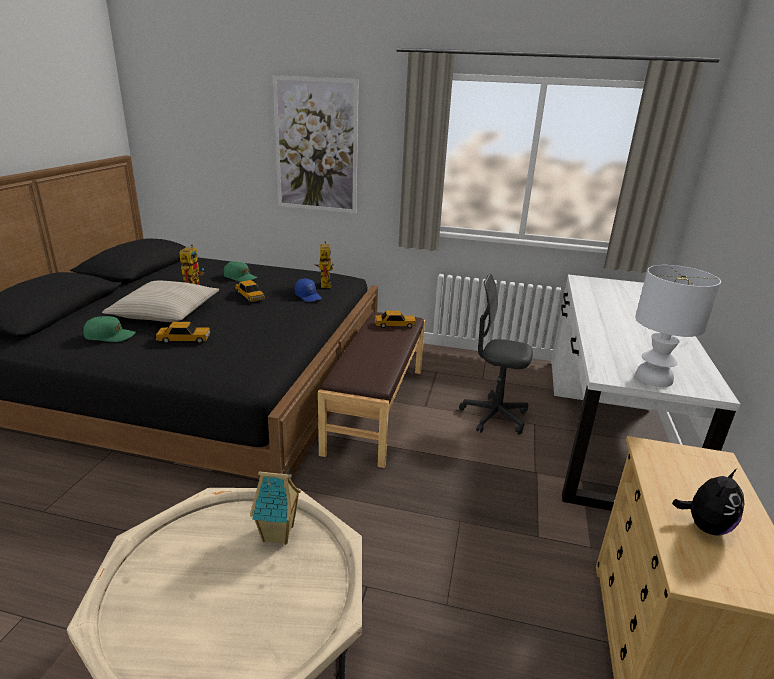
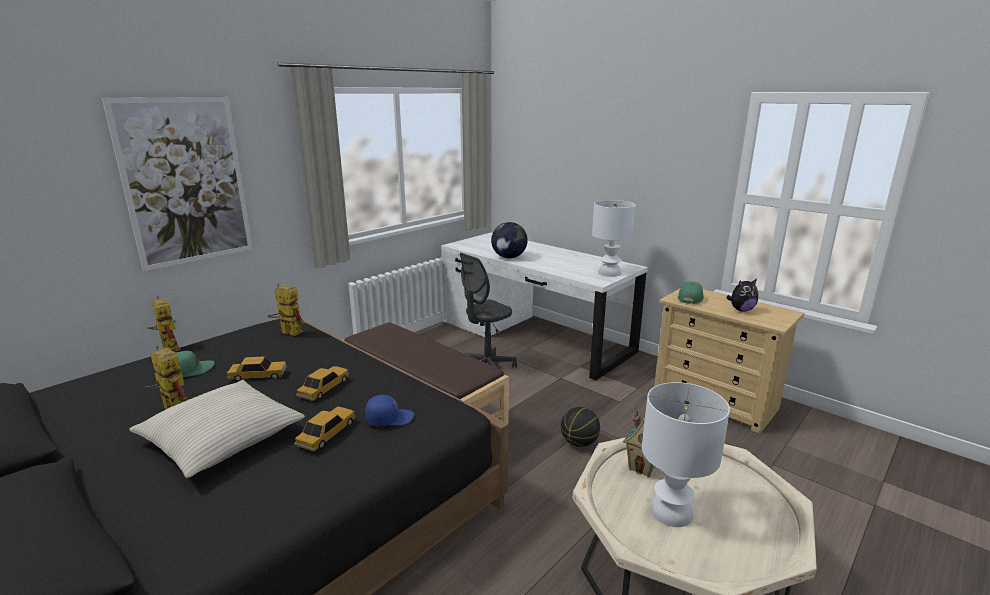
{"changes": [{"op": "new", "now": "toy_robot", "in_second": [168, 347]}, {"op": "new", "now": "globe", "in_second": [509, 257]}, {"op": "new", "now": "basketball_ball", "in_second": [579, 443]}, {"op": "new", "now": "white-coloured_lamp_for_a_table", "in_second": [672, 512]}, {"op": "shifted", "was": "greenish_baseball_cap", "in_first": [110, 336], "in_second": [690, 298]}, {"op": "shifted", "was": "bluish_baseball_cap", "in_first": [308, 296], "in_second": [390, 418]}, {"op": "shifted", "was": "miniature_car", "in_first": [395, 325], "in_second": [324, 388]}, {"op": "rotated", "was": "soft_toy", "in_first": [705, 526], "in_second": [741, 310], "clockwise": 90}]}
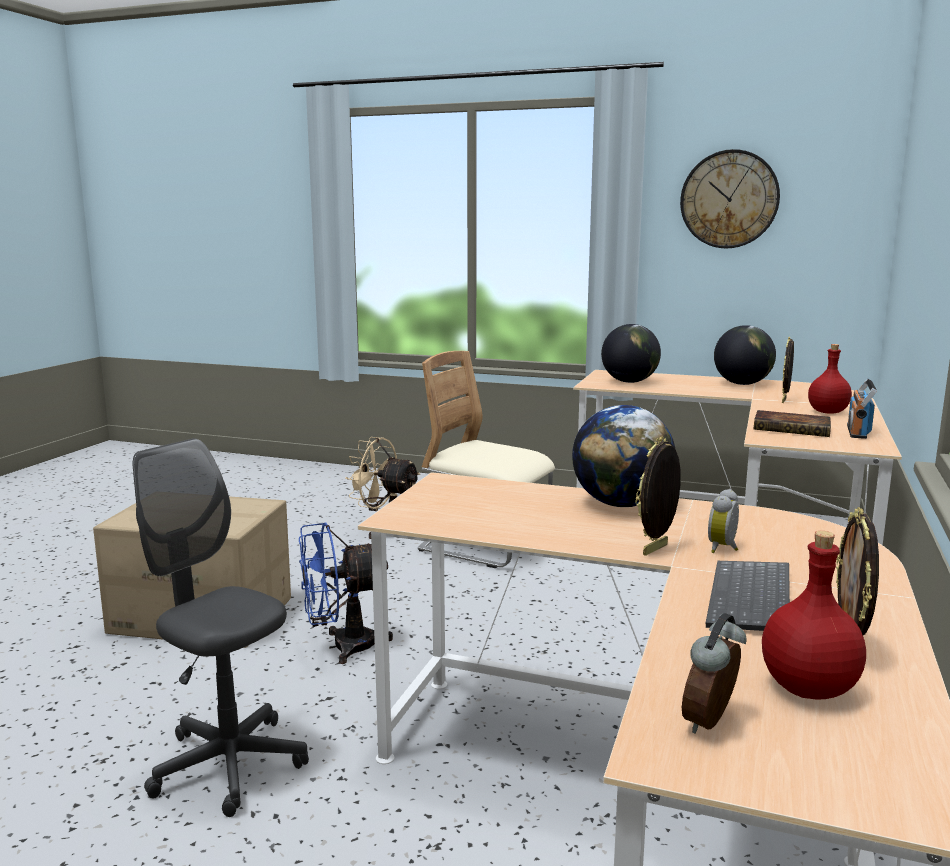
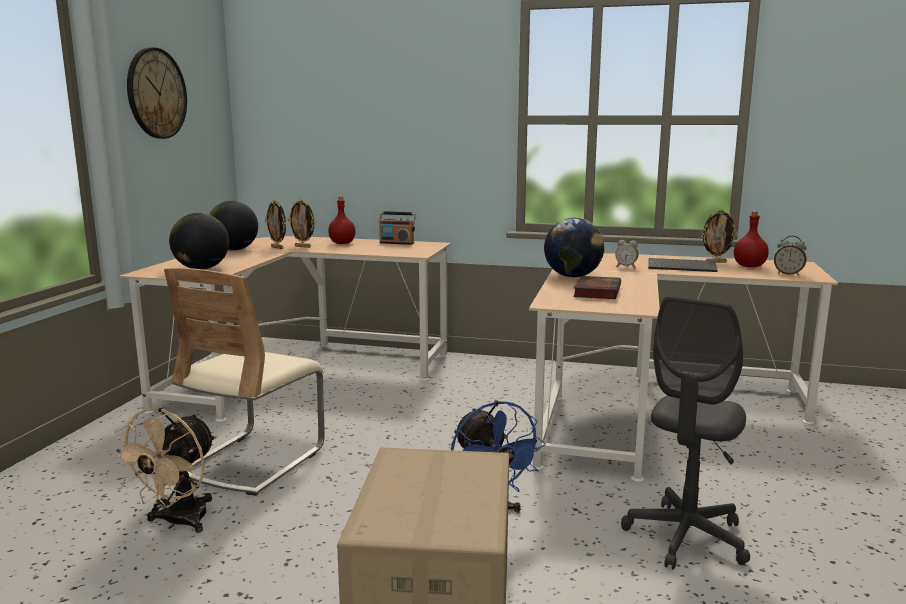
{"changes": [{"op": "shifted", "was": "photo_frame", "in_first": [656, 550], "in_second": [277, 248]}, {"op": "shifted", "was": "book", "in_first": [793, 429], "in_second": [596, 291]}]}
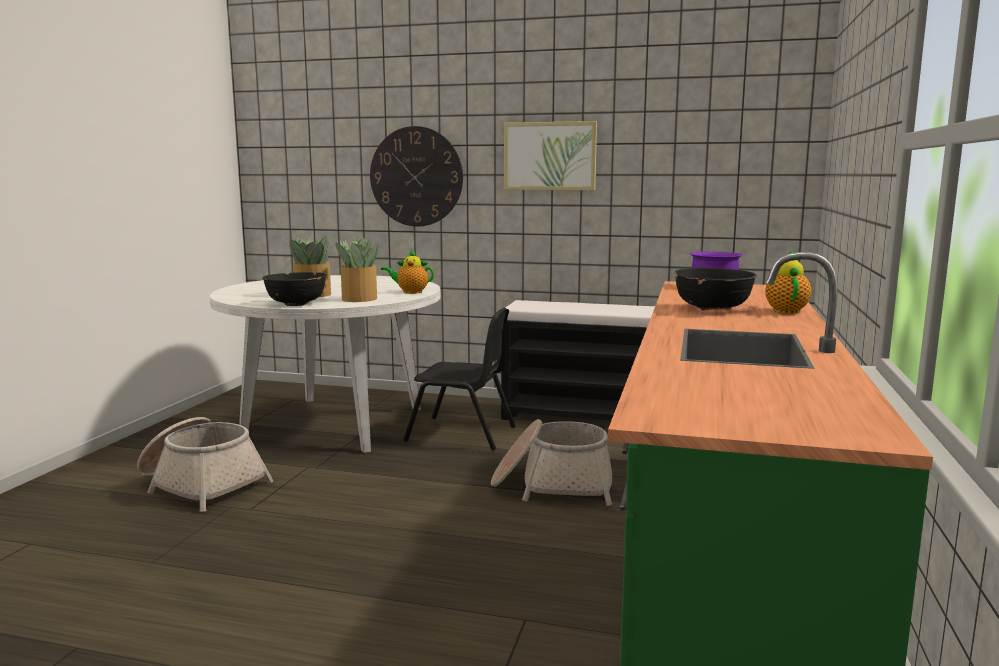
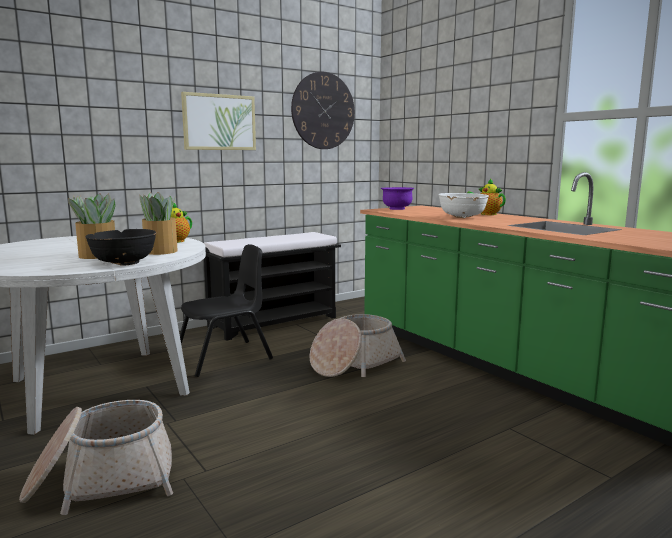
{"changes": [{"op": "shifted", "was": "clock_on_the_wall", "in_first": [416, 176], "in_second": [323, 111]}, {"op": "repainted", "was": "blackish_bowl", "now": "white-coloured_bowl", "in_first": [713, 309], "in_second": [462, 217]}]}
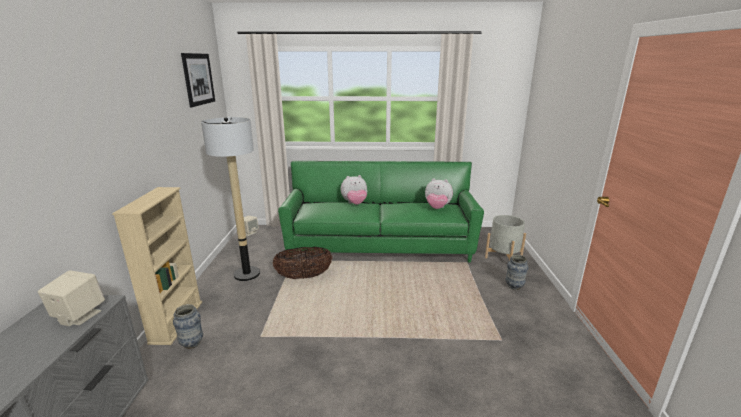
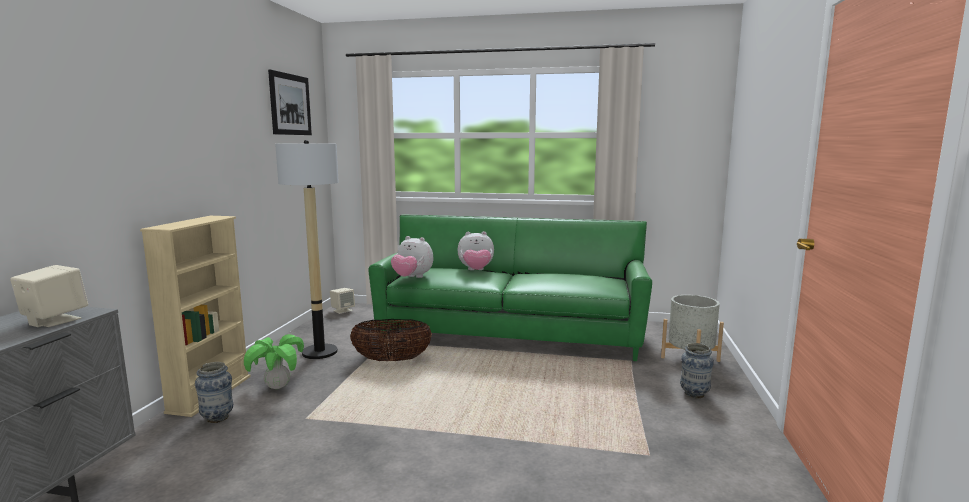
{"changes": [{"op": "new", "now": "potted_plant", "in_second": [277, 387]}, {"op": "shifted", "was": "soft_toy", "in_first": [437, 208], "in_second": [412, 278]}]}
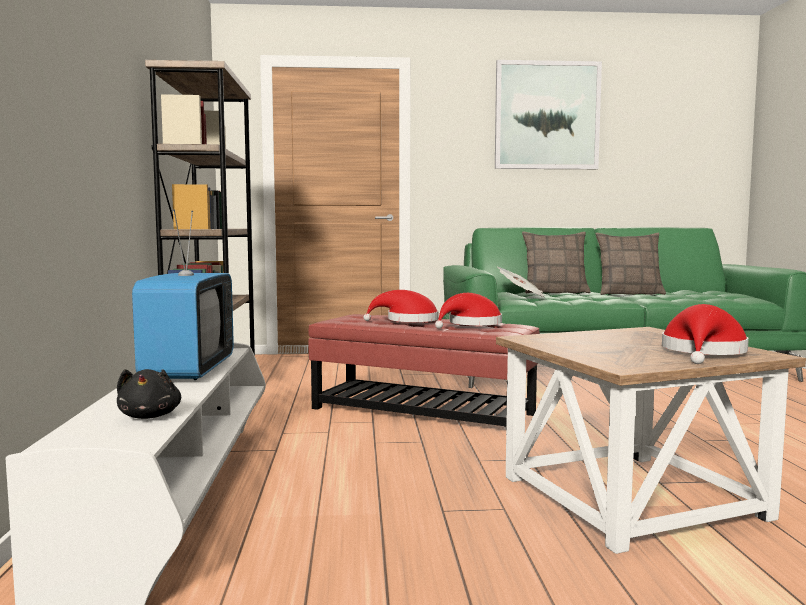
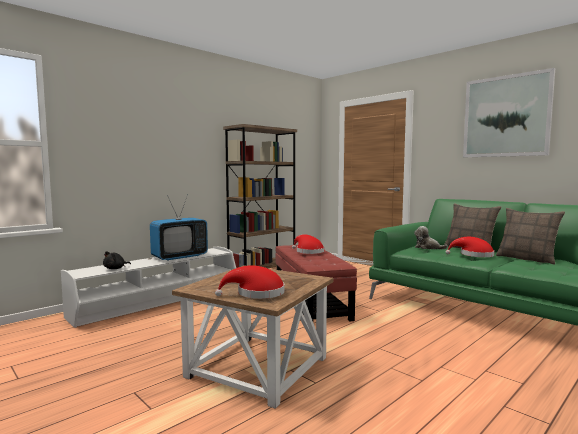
{"changes": [{"op": "shifted", "was": "red-coloured_wearable_hat", "in_first": [471, 324], "in_second": [473, 255]}, {"op": "swapped", "was": "newspaper", "now": "soft_toy", "in_first": [522, 295], "in_second": [427, 247]}]}
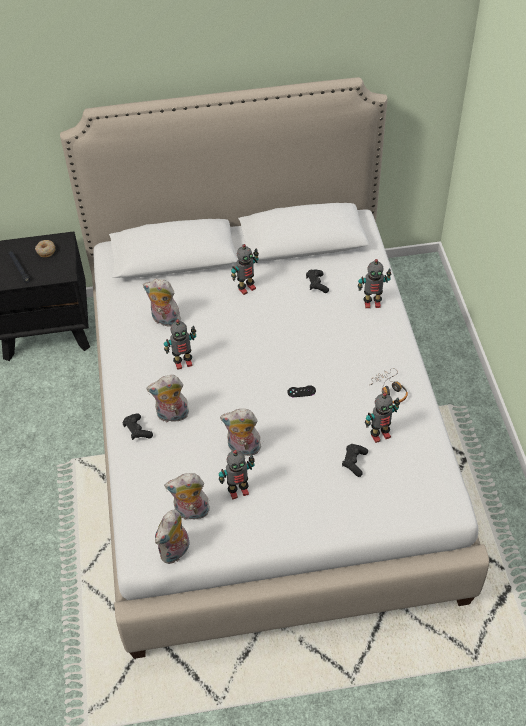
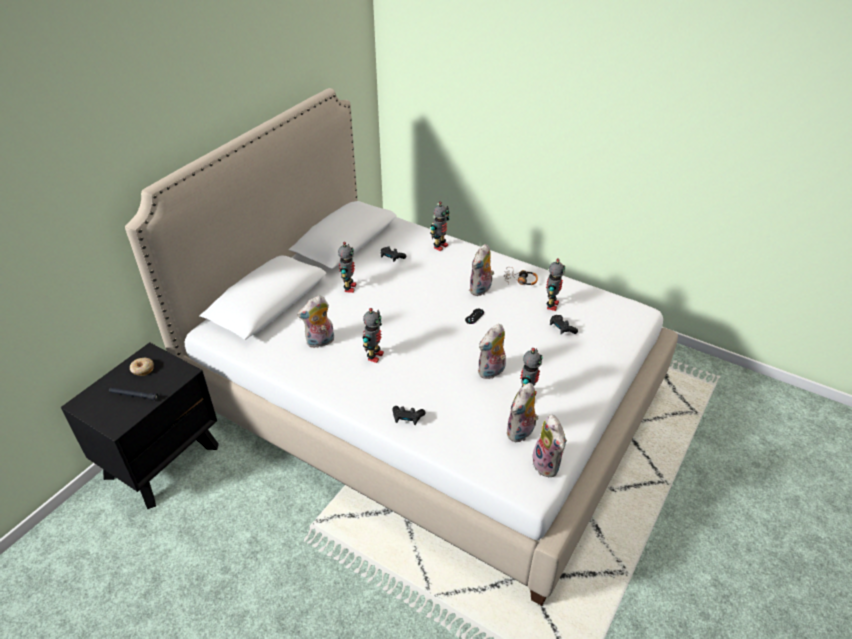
{"changes": [{"op": "shifted", "was": "soft_toy", "in_first": [172, 416], "in_second": [481, 290]}]}
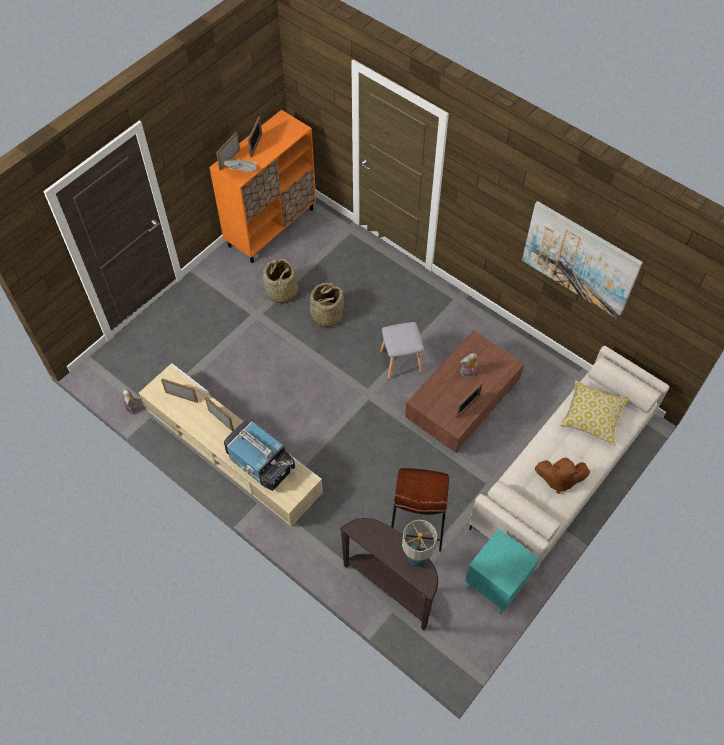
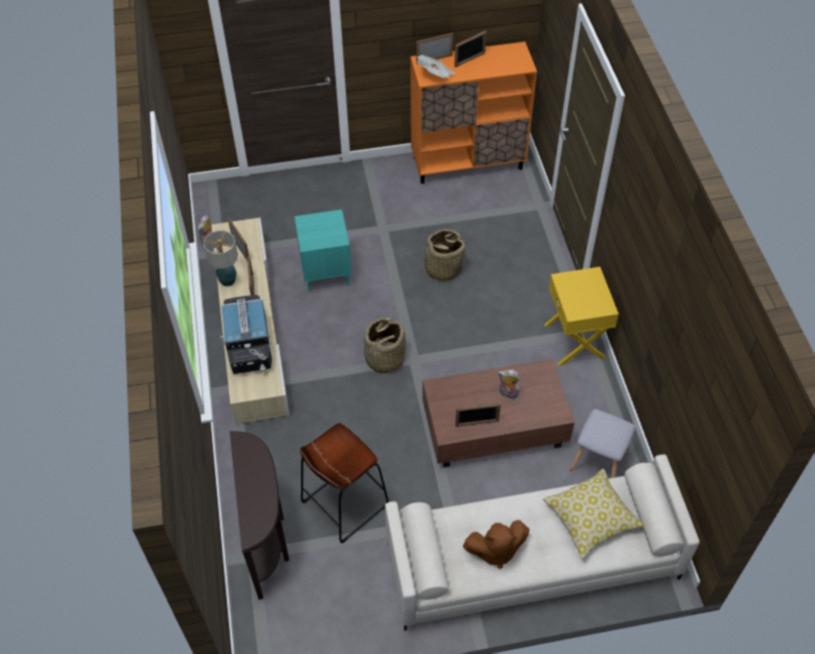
{"changes": [{"op": "gone", "was": "picture", "in_first": [579, 259]}, {"op": "new", "now": "yellow-coloured_bedside_table", "in_second": [575, 341]}, {"op": "shifted", "was": "household_basket", "in_first": [281, 292], "in_second": [384, 358]}, {"op": "shifted", "was": "greyish_sitting_stool", "in_first": [401, 362], "in_second": [599, 462]}, {"op": "shifted", "was": "lamp_for_a_table", "in_first": [417, 559], "in_second": [228, 281]}, {"op": "shifted", "was": "turquoise-coloured_accent_table", "in_first": [495, 584], "in_second": [326, 273]}, {"op": "rotated", "was": "brownish_soft_toy", "in_first": [558, 479], "in_second": [495, 550], "clockwise": -60}]}
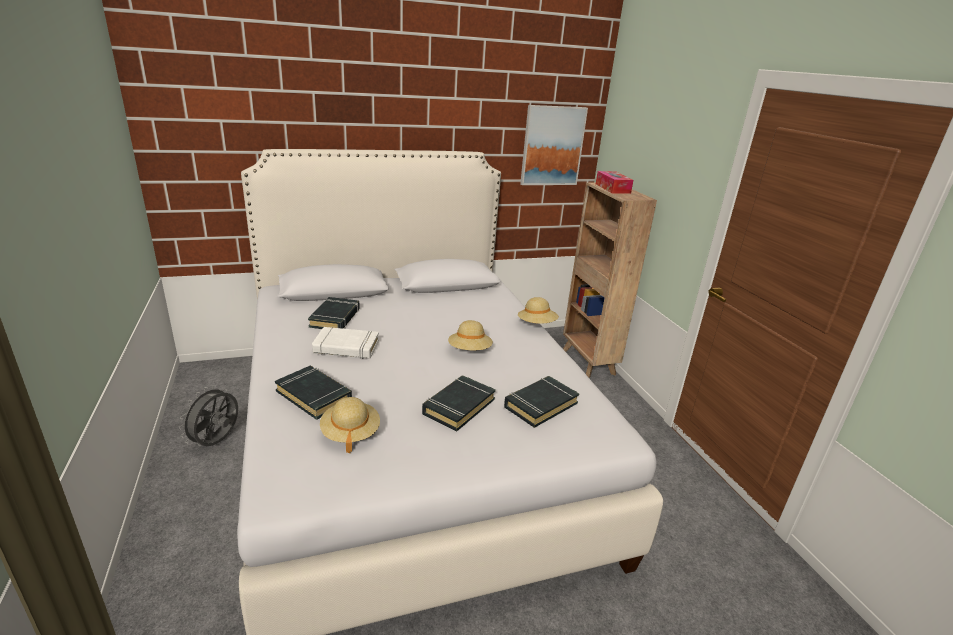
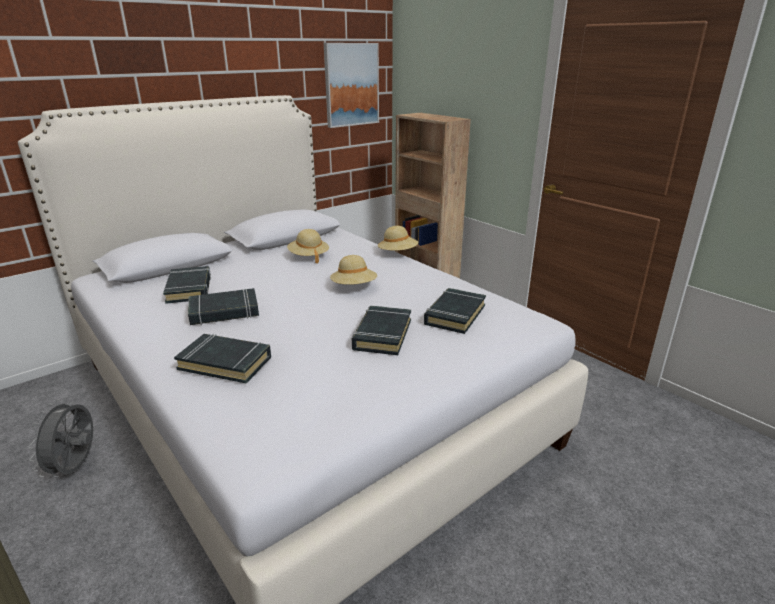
{"changes": [{"op": "gone", "was": "box_of_tissues", "in_first": [612, 188]}, {"op": "shifted", "was": "beige-coloured_wearable_hat", "in_first": [350, 433], "in_second": [308, 256]}, {"op": "repainted", "was": "white-coloured_book", "now": "blackish_book", "in_first": [346, 347], "in_second": [224, 312]}]}
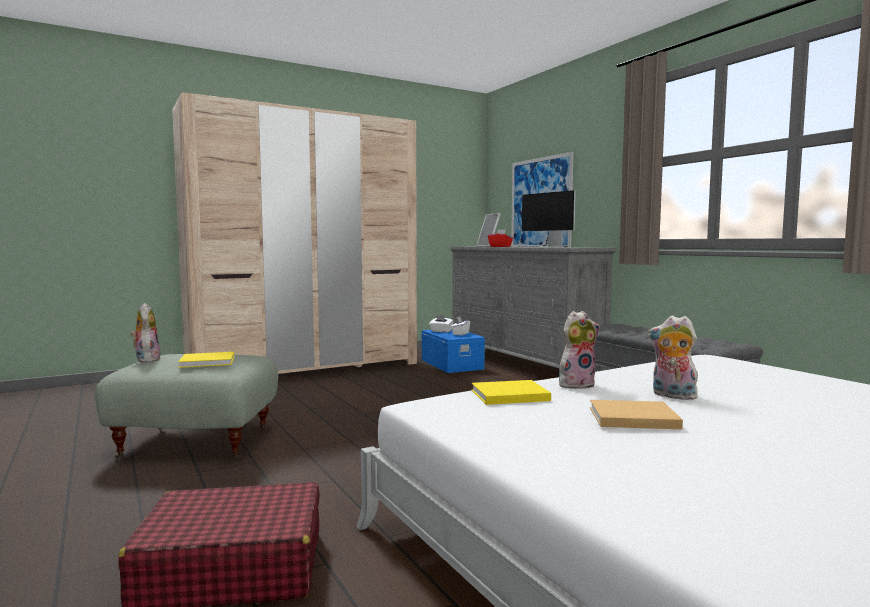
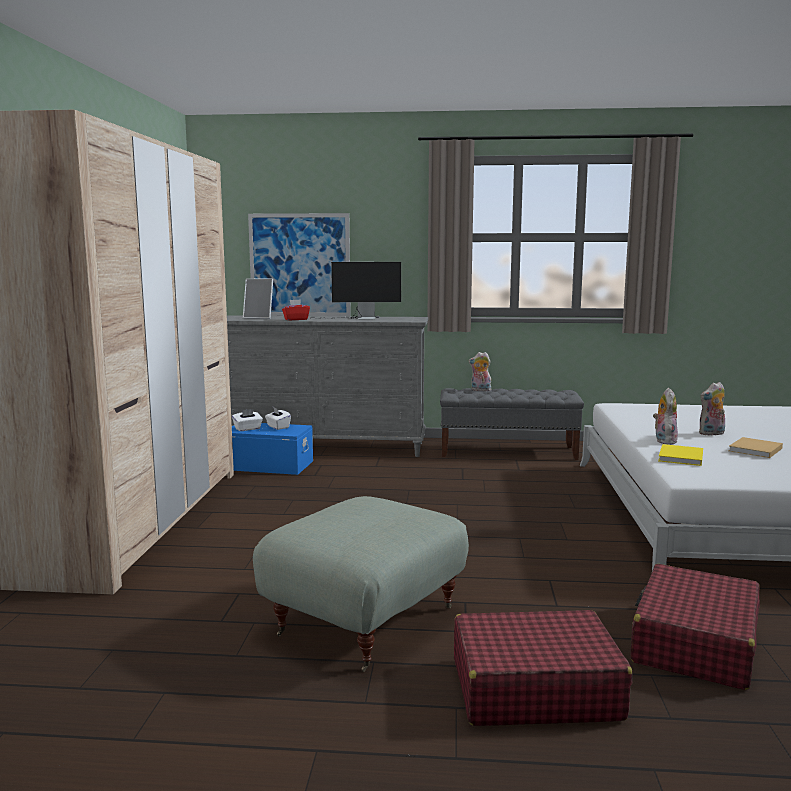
{"changes": [{"op": "gone", "was": "yellow-coloured_book", "in_first": [209, 362]}, {"op": "new", "now": "red-coloured_suitcase", "in_second": [534, 689]}, {"op": "shifted", "was": "soft_toy", "in_first": [146, 359], "in_second": [480, 390]}]}
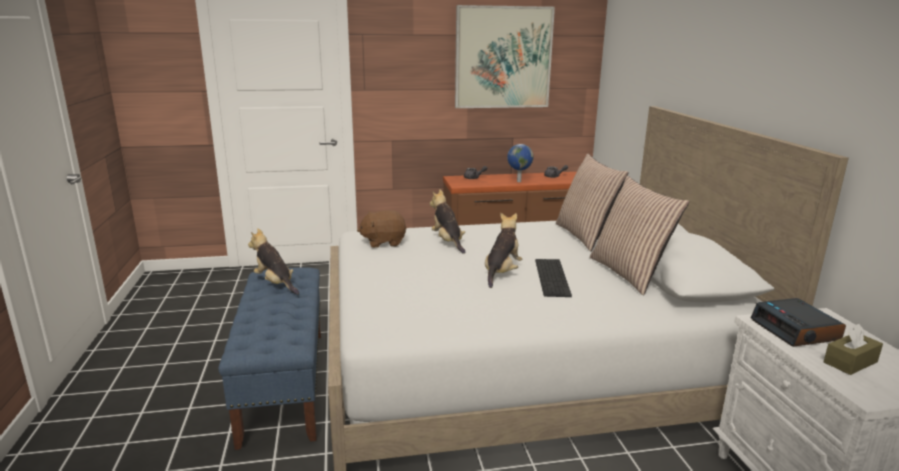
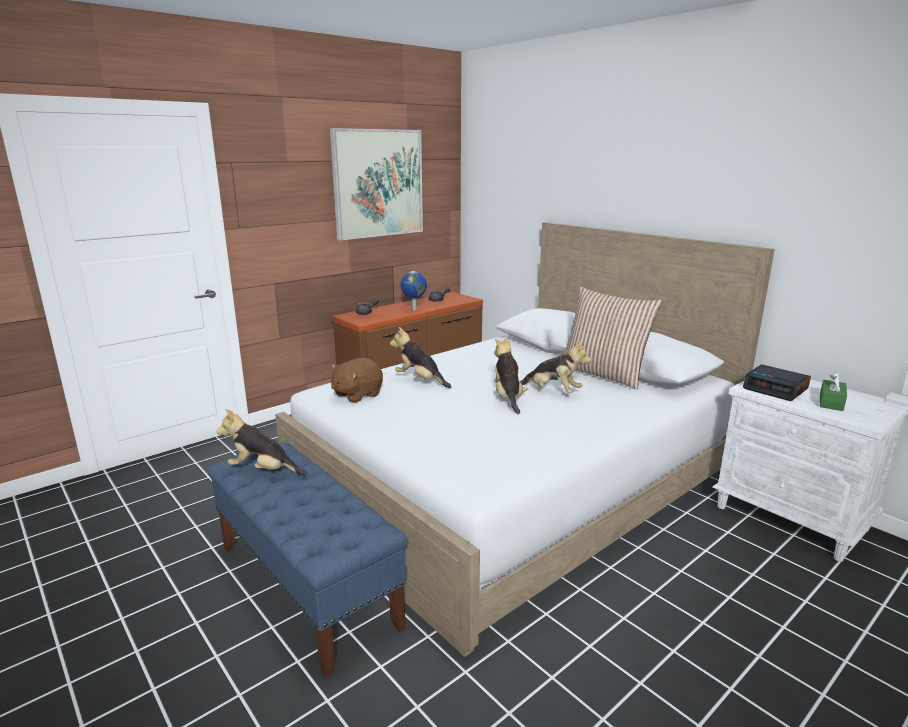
{"changes": [{"op": "gone", "was": "cushion", "in_first": [585, 236]}, {"op": "swapped", "was": "PC_keyboard", "now": "soft_toy", "in_first": [552, 277], "in_second": [553, 392]}, {"op": "repainted", "was": "brownish_box_of_tissues", "now": "greenish_box_of_tissues", "in_first": [850, 362], "in_second": [831, 402]}]}
